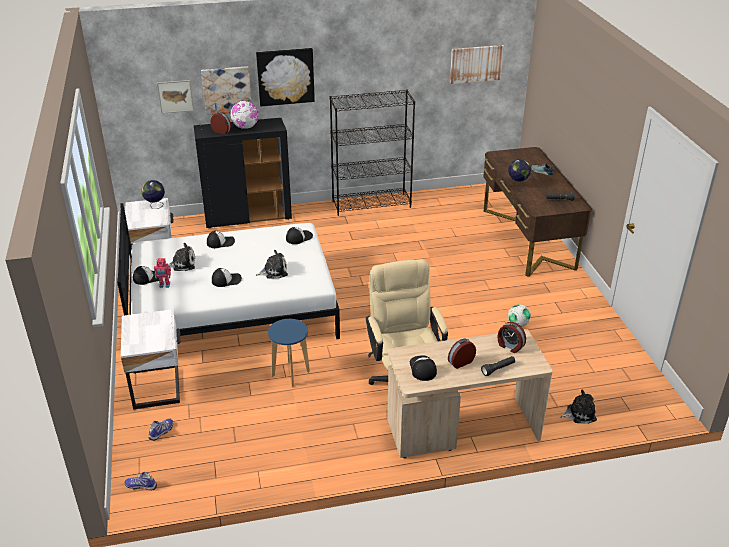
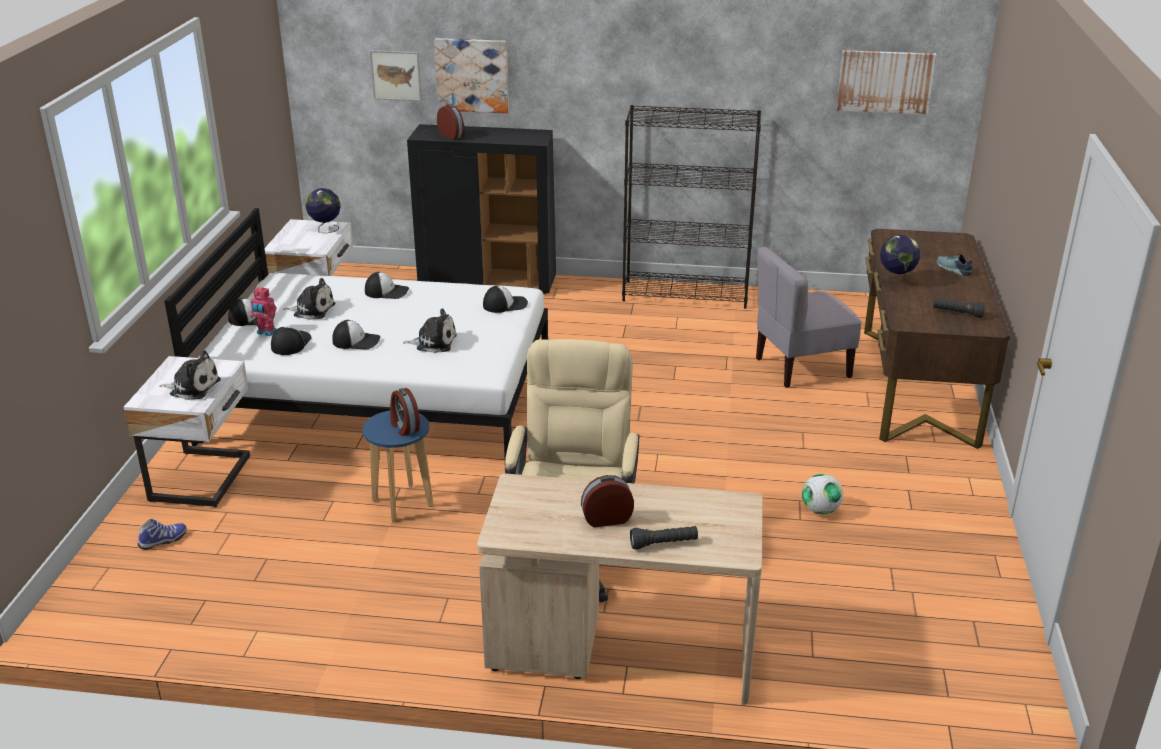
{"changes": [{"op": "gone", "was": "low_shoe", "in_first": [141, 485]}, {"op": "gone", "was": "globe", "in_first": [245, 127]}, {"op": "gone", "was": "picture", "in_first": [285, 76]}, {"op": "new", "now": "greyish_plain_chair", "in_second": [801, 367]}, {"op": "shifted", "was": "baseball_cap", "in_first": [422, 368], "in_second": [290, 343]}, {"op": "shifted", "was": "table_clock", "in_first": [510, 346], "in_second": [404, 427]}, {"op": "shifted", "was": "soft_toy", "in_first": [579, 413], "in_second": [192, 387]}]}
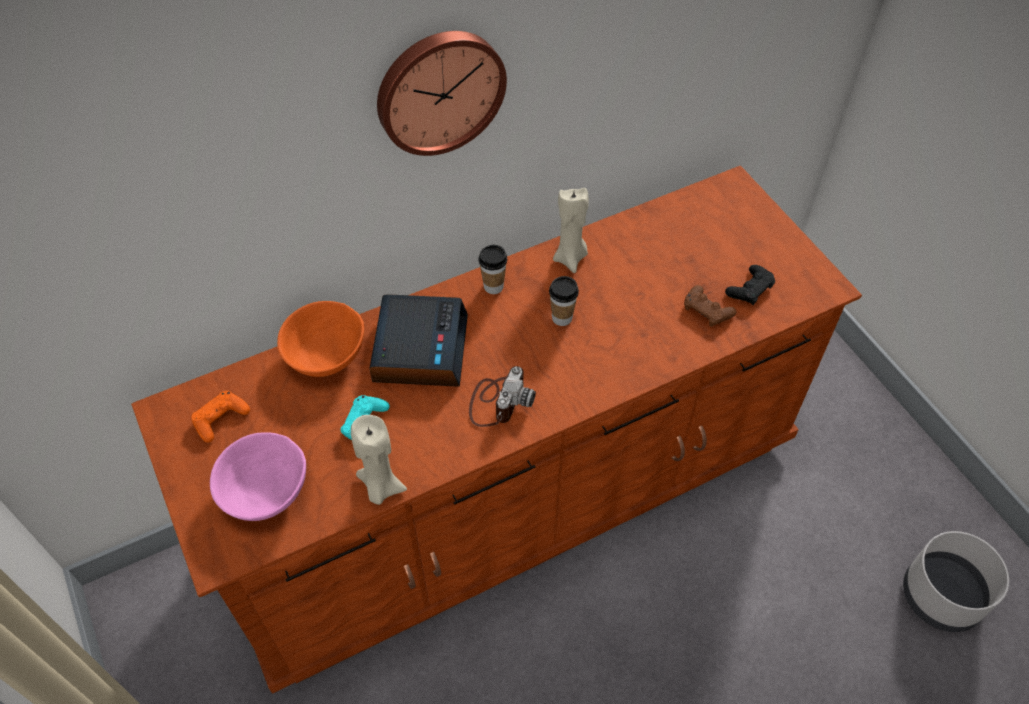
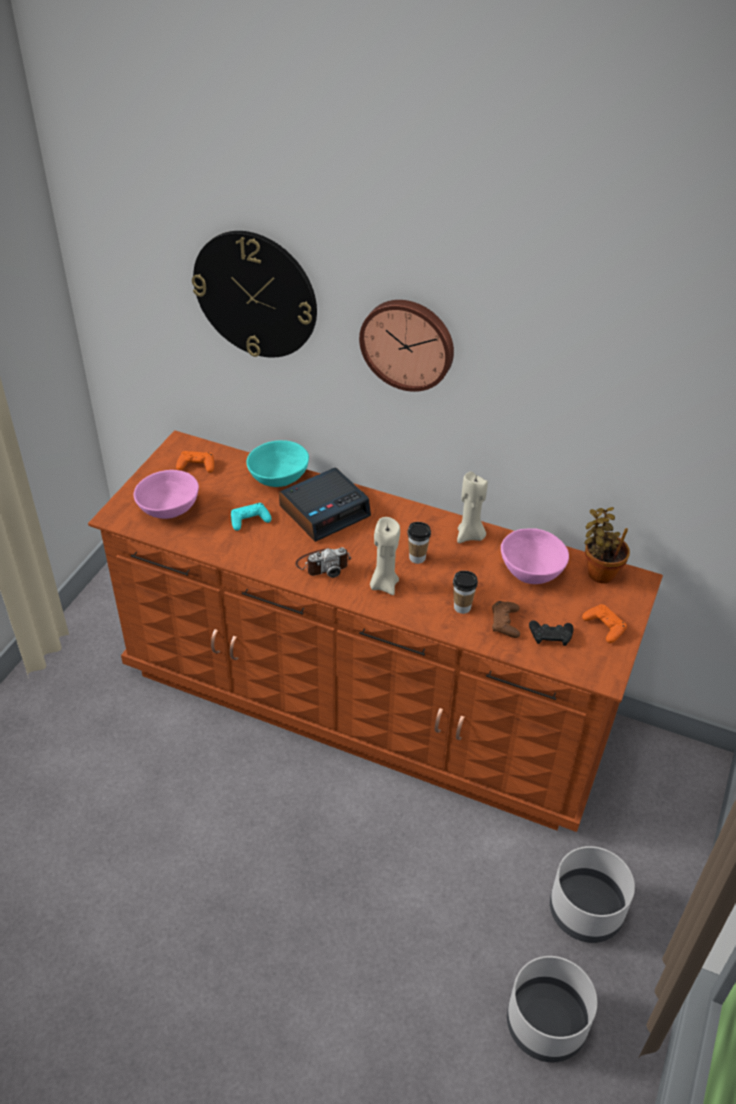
{"changes": [{"op": "new", "now": "clock_on_the_wall", "in_second": [255, 294]}, {"op": "new", "now": "pinkish_bowl", "in_second": [530, 571]}, {"op": "new", "now": "greyish_planter", "in_second": [585, 911]}, {"op": "new", "now": "orange_gamepad", "in_second": [604, 626]}, {"op": "new", "now": "potted_plant", "in_second": [599, 571]}, {"op": "shifted", "was": "beige-coloured_wax_candle", "in_first": [380, 487], "in_second": [383, 584]}, {"op": "shifted", "was": "small_cup", "in_first": [493, 286], "in_second": [462, 607]}, {"op": "repainted", "was": "orange_bowl", "now": "turquoise-coloured_bowl", "in_first": [326, 354], "in_second": [280, 478]}]}
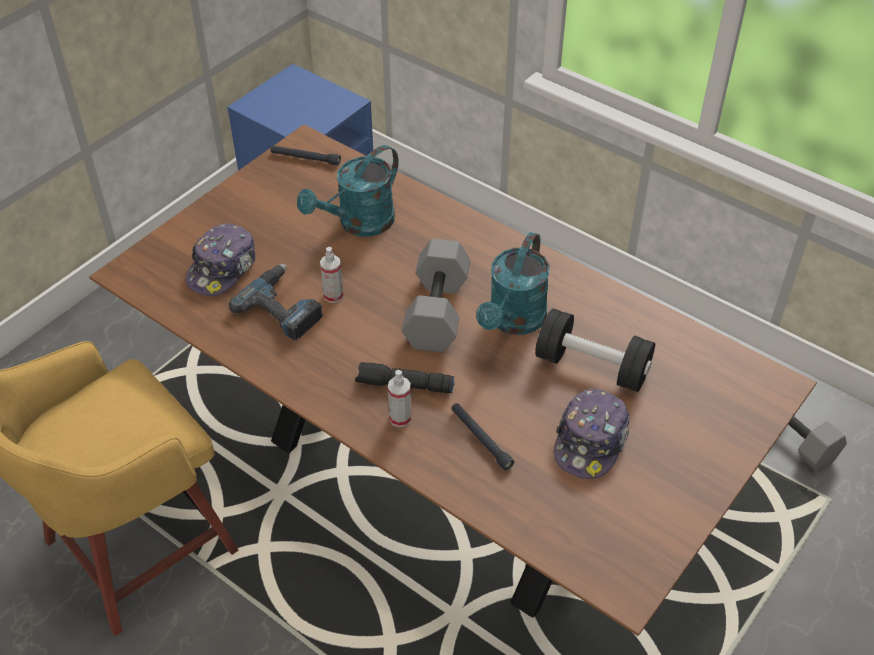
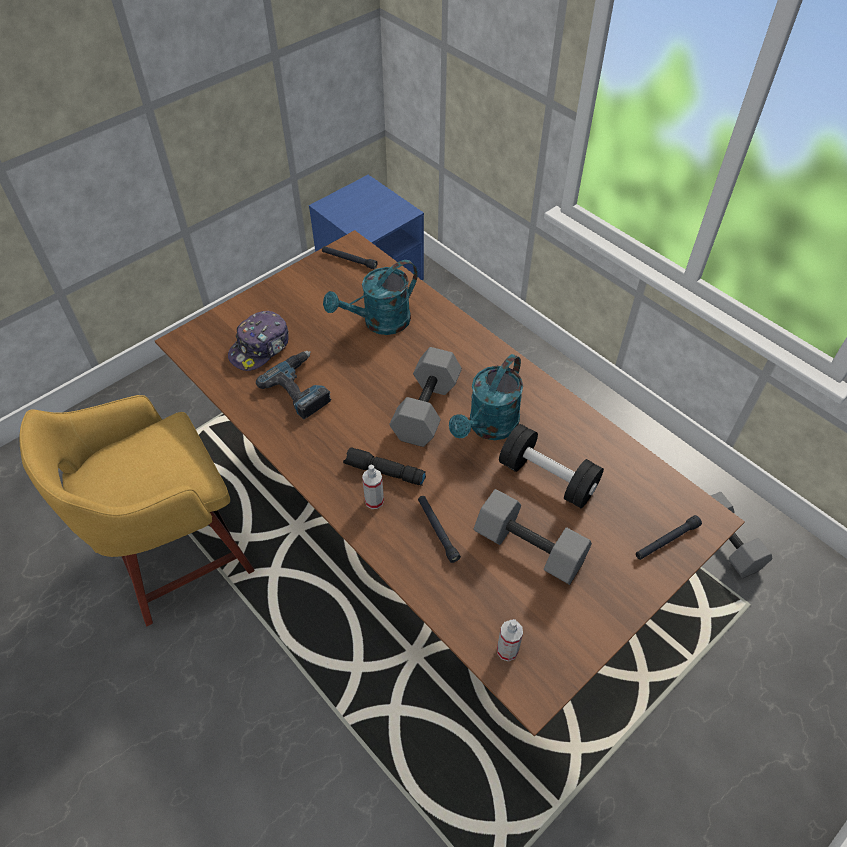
{"changes": [{"op": "new", "now": "blackish_torch", "in_second": [666, 541]}, {"op": "shifted", "was": "sprayer", "in_first": [333, 295], "in_second": [507, 650]}, {"op": "swapped", "was": "baseball_cap", "now": "greyish_hand_weight", "in_first": [590, 442], "in_second": [531, 547]}]}
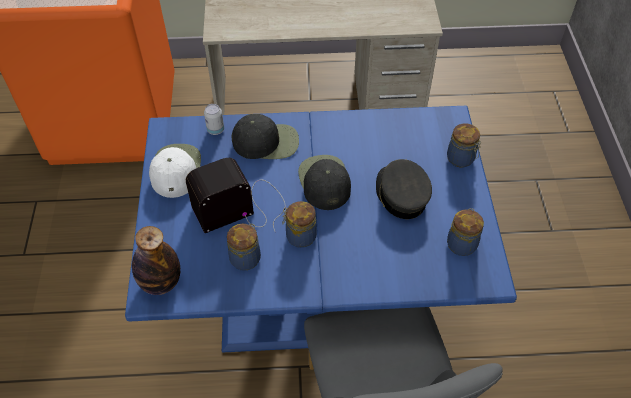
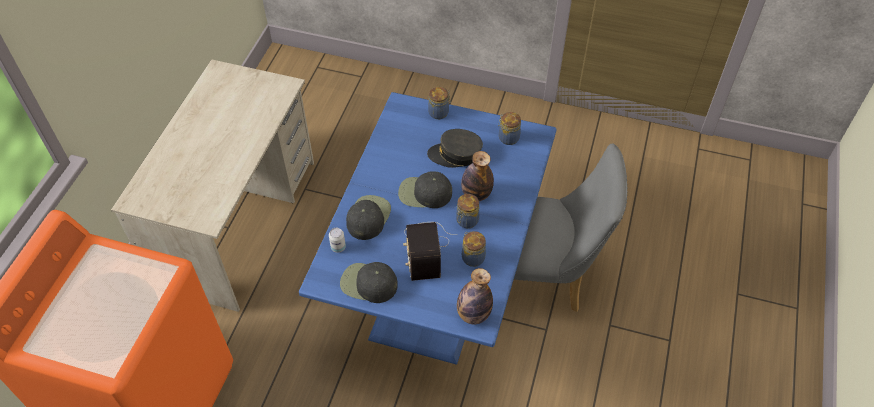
{"changes": [{"op": "new", "now": "drink_bottle", "in_second": [476, 194]}, {"op": "repainted", "was": "white-coloured_baseball_cap", "now": "blackish_baseball_cap", "in_first": [175, 170], "in_second": [368, 284]}]}
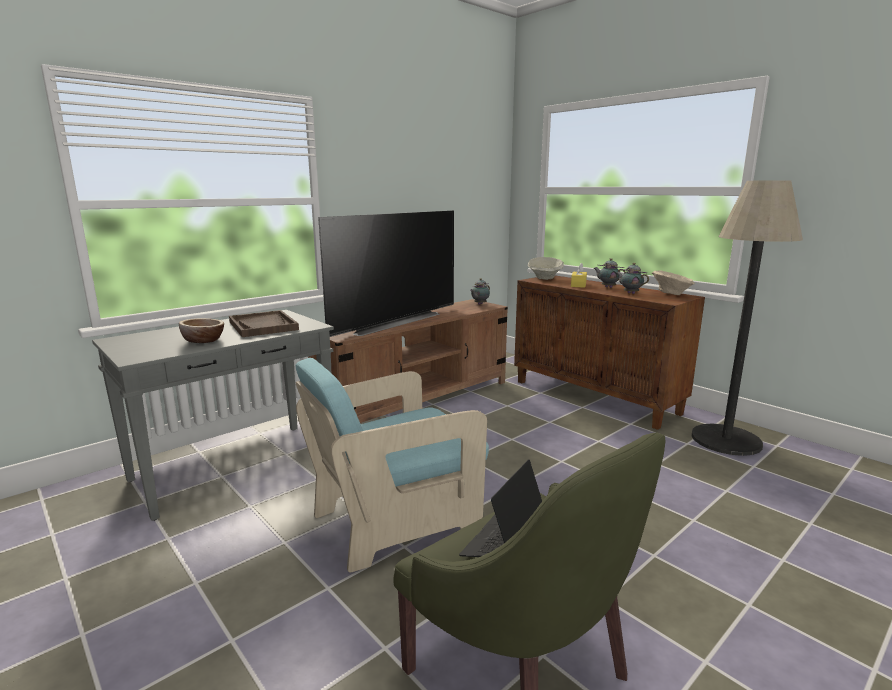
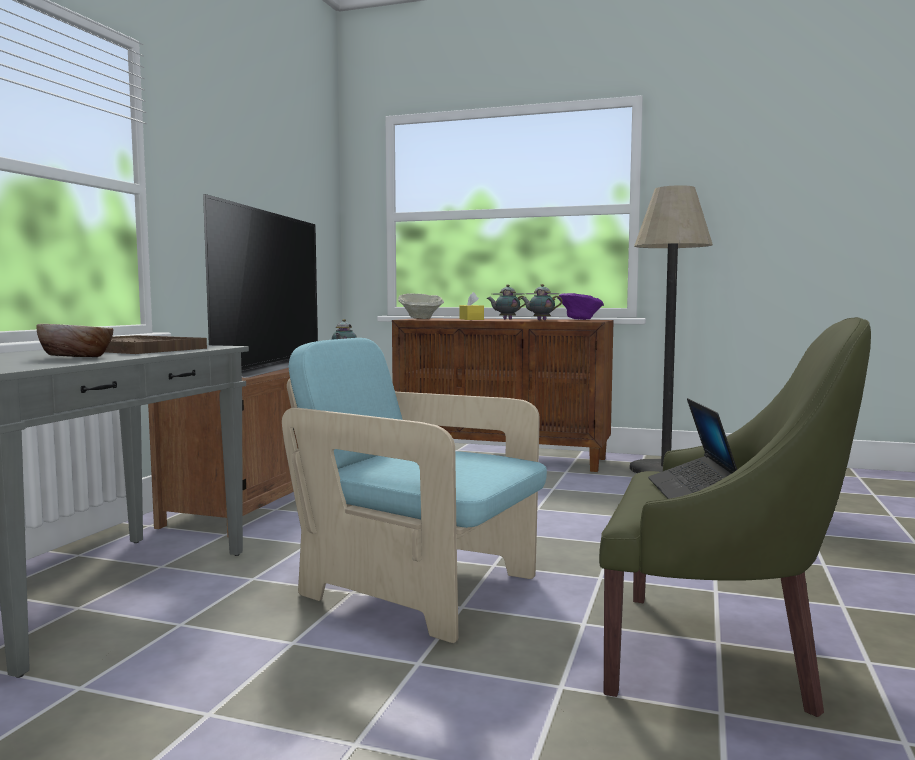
{"changes": [{"op": "repainted", "was": "beige-coloured_bowl", "now": "purple-coloured_bowl", "in_first": [671, 294], "in_second": [580, 319]}, {"op": "rotated", "was": "turquoise-coloured_armchair", "in_first": [396, 520], "in_second": [418, 589], "clockwise": 90}]}
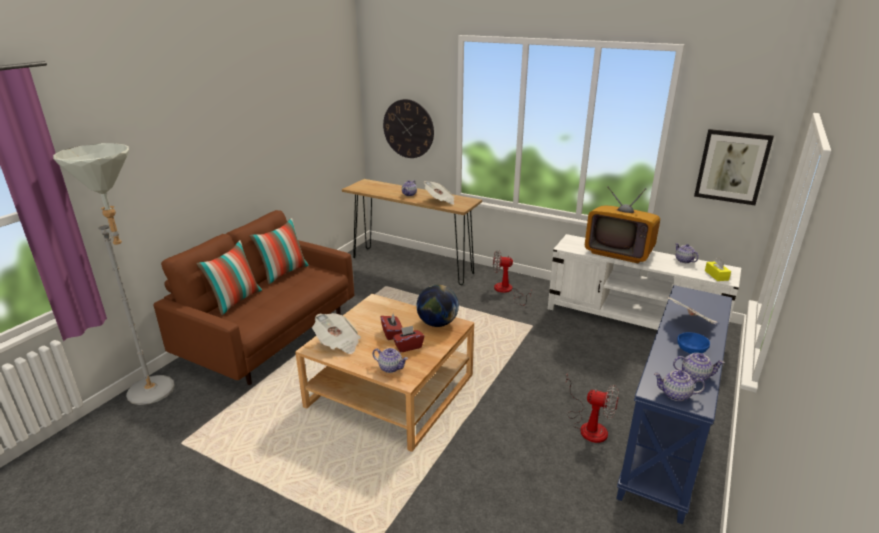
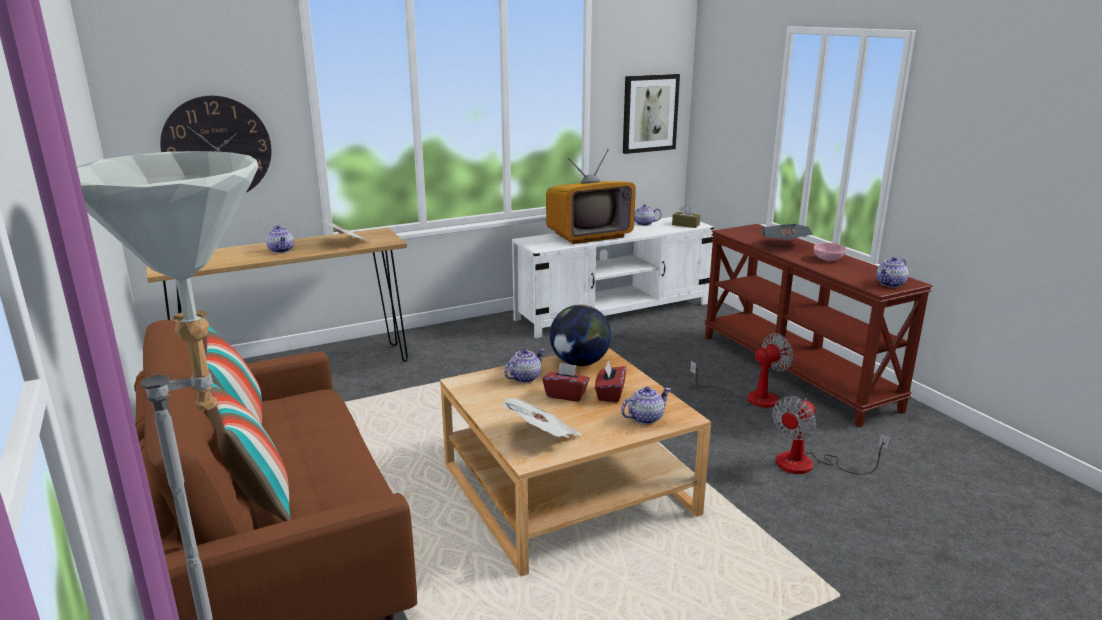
{"changes": [{"op": "shifted", "was": "fan", "in_first": [507, 291], "in_second": [808, 464]}, {"op": "shifted", "was": "pot_for_tea", "in_first": [695, 376], "in_second": [525, 377]}, {"op": "repainted", "was": "bluish_console_table", "now": "brownish_console_table", "in_first": [668, 437], "in_second": [796, 371]}, {"op": "repainted", "was": "bluish_bowl", "now": "pinkish_bowl", "in_first": [691, 350], "in_second": [828, 259]}, {"op": "repainted", "was": "yellow-coloured_box_of_tissues", "now": "brownish_box_of_tissues", "in_first": [716, 275], "in_second": [685, 225]}]}
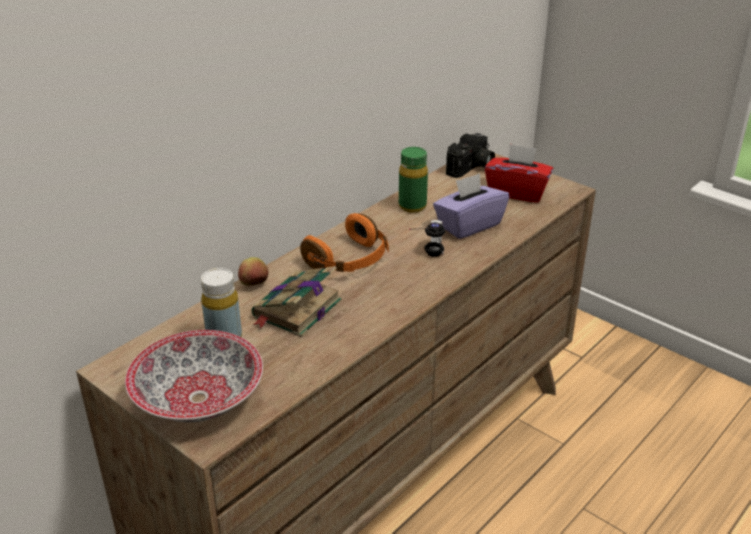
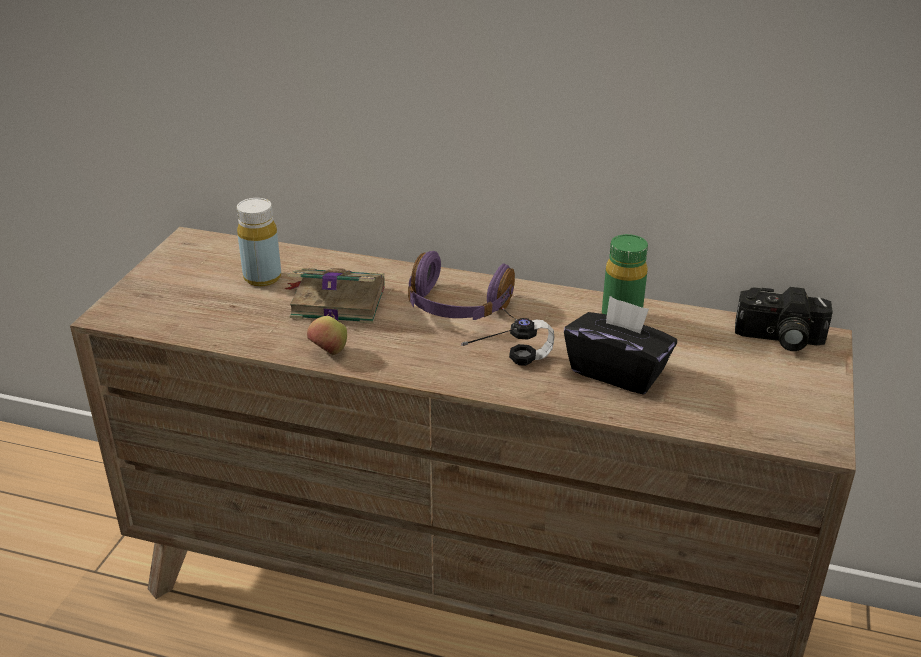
{"changes": [{"op": "gone", "was": "bowl", "in_first": [199, 399]}, {"op": "gone", "was": "red-coloured_box_of_tissues", "in_first": [517, 192]}, {"op": "shifted", "was": "whole_apple", "in_first": [254, 285], "in_second": [328, 352]}, {"op": "repainted", "was": "orange_headphones", "now": "purple-coloured_headphones", "in_first": [349, 260], "in_second": [457, 307]}, {"op": "repainted", "was": "purple-coloured_box_of_tissues", "now": "blackish_box_of_tissues", "in_first": [468, 225], "in_second": [617, 371]}]}
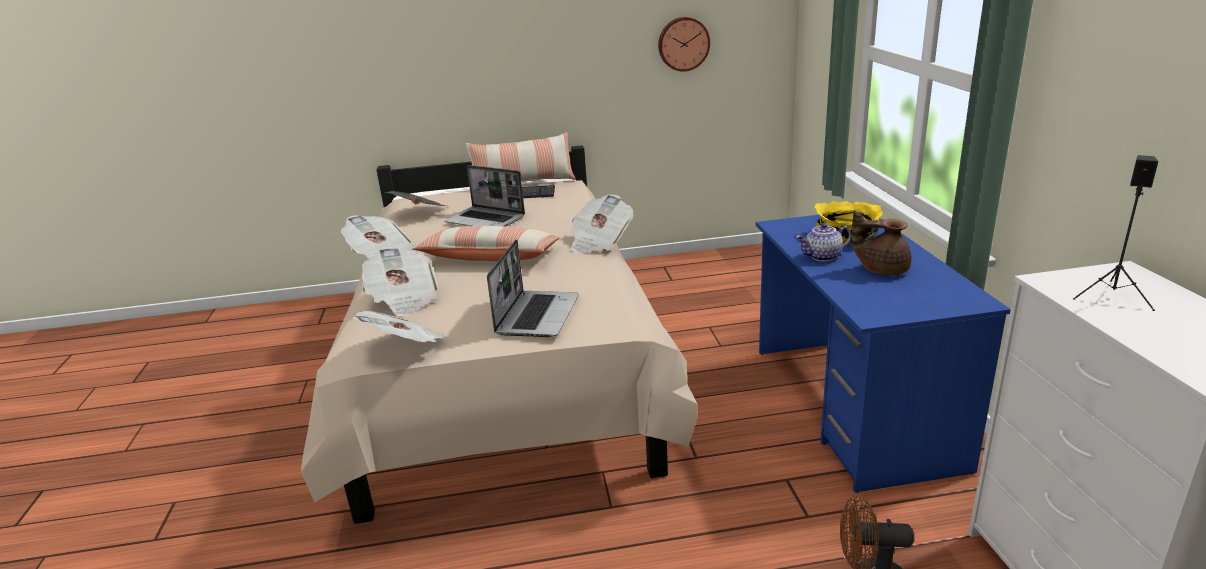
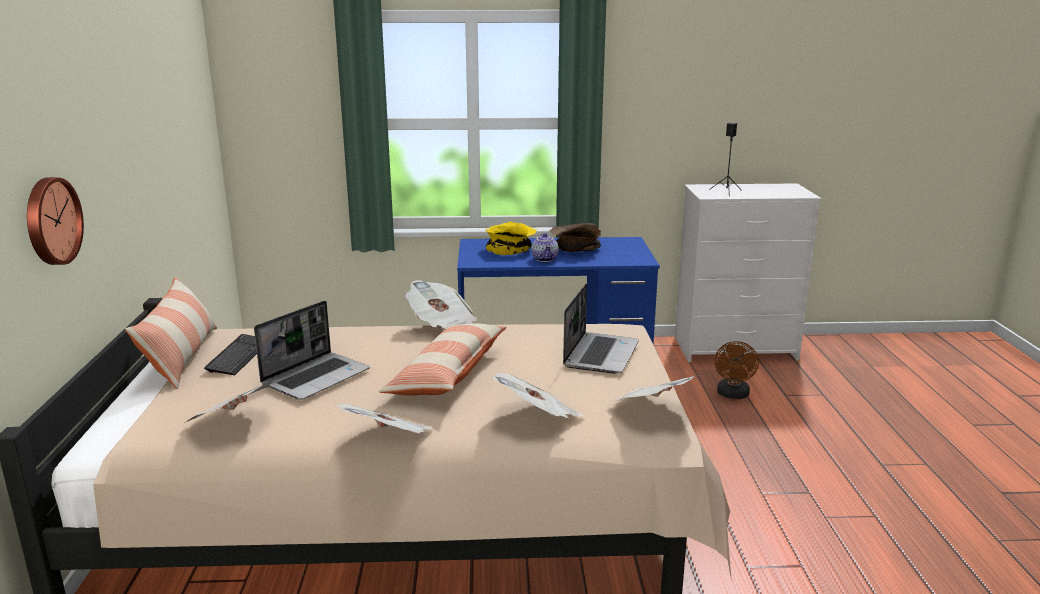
{"changes": [{"op": "shifted", "was": "clock_on_the_wall", "in_first": [683, 44], "in_second": [51, 221]}, {"op": "swapped", "was": "brownish_pot_for_tea", "now": "brownish_bowl", "in_first": [881, 269], "in_second": [575, 250]}, {"op": "rotated", "was": "notebook_computer", "in_first": [537, 315], "in_second": [600, 354], "clockwise": 90}]}
